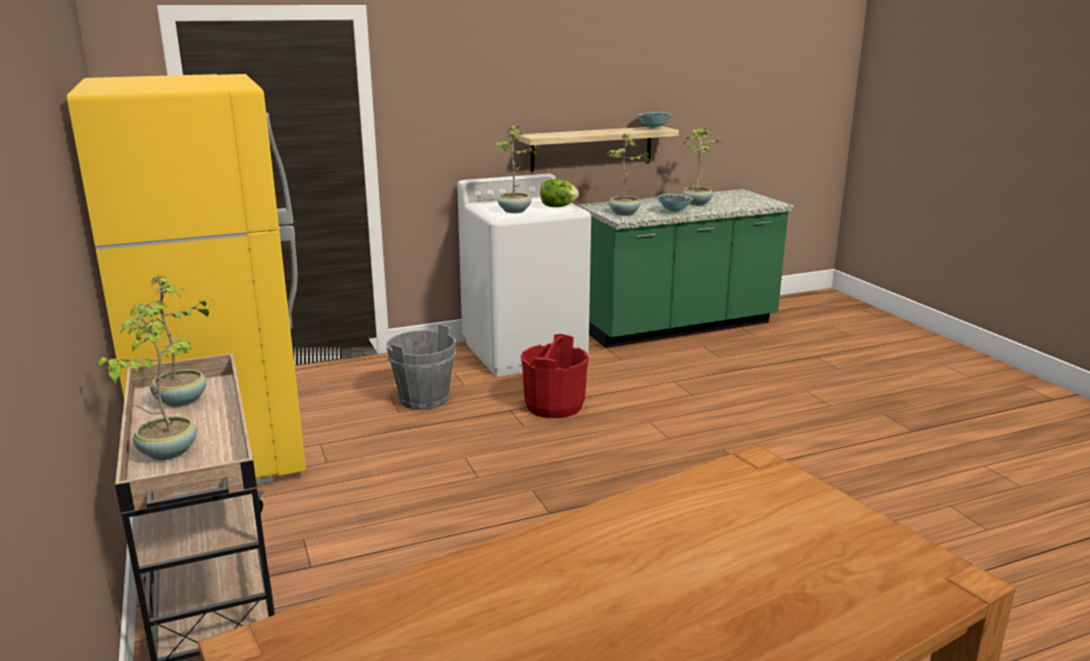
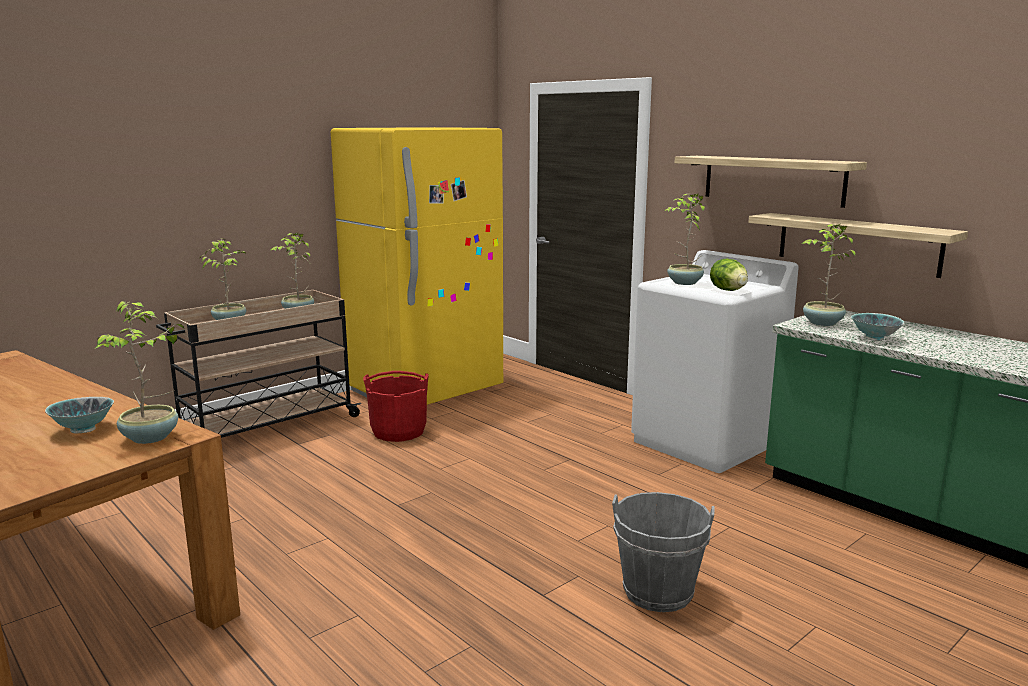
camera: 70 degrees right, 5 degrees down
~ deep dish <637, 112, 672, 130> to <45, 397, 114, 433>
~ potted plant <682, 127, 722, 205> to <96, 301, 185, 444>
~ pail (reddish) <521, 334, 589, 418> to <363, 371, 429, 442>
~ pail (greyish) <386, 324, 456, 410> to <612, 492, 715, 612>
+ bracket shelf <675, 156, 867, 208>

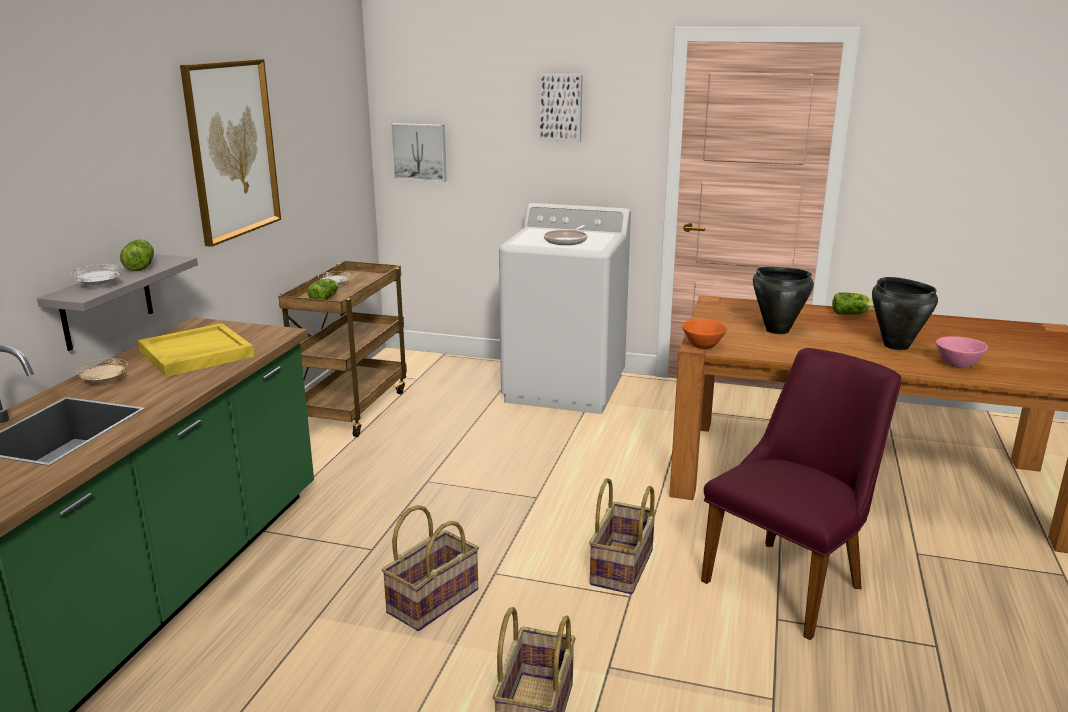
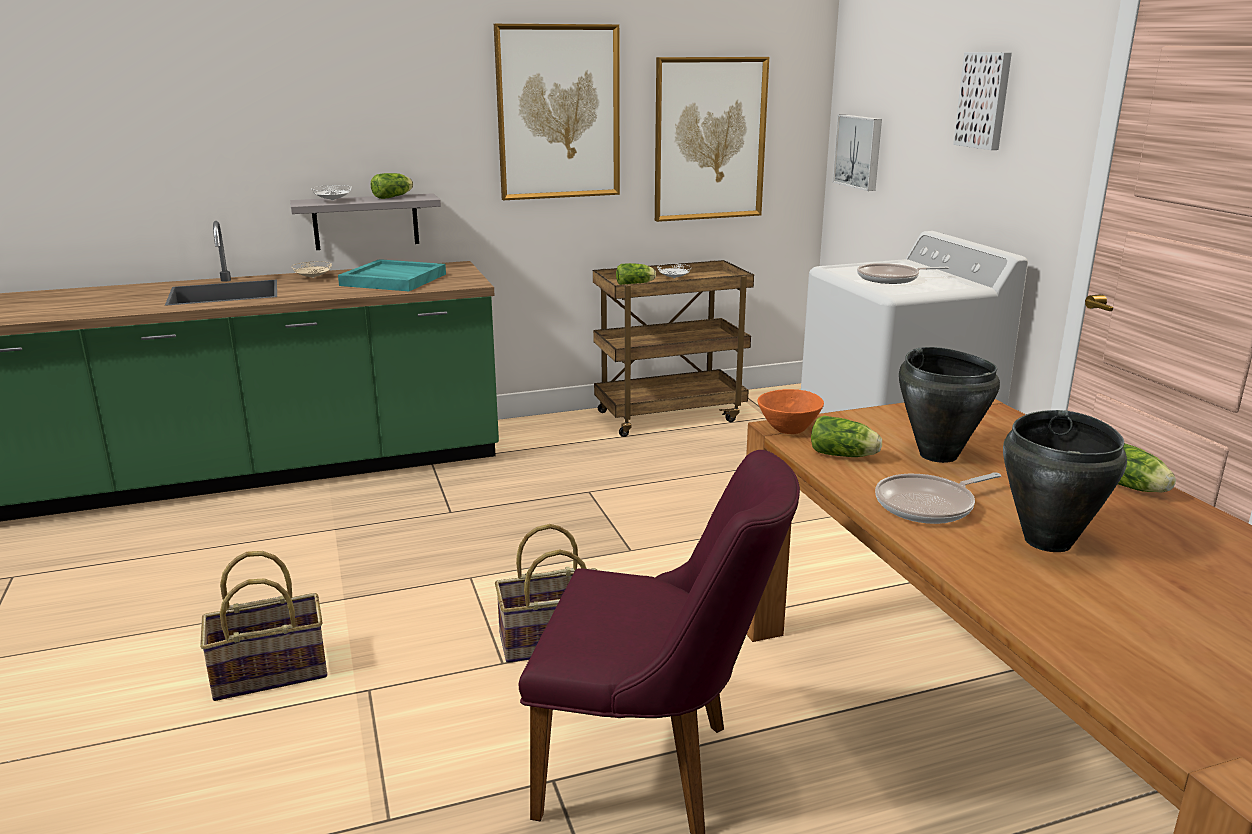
camera: 55 degrees right, 0 degrees up
~ serving tray (yellow-coloured) <138, 323, 254, 377> to serving tray (turquoise-coloured) <338, 259, 446, 291>
+ wall picture <655, 57, 769, 222>
+ lettuce head <811, 416, 882, 457>
+ skillet <875, 472, 1001, 524>
- storage basket <382, 505, 479, 631>
- deep dish (pink) <936, 336, 988, 368>

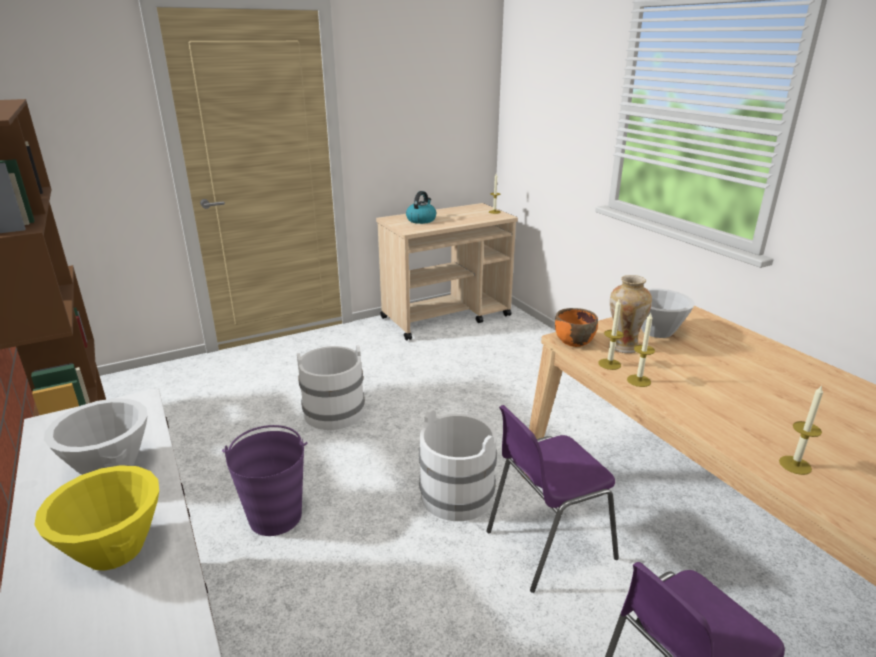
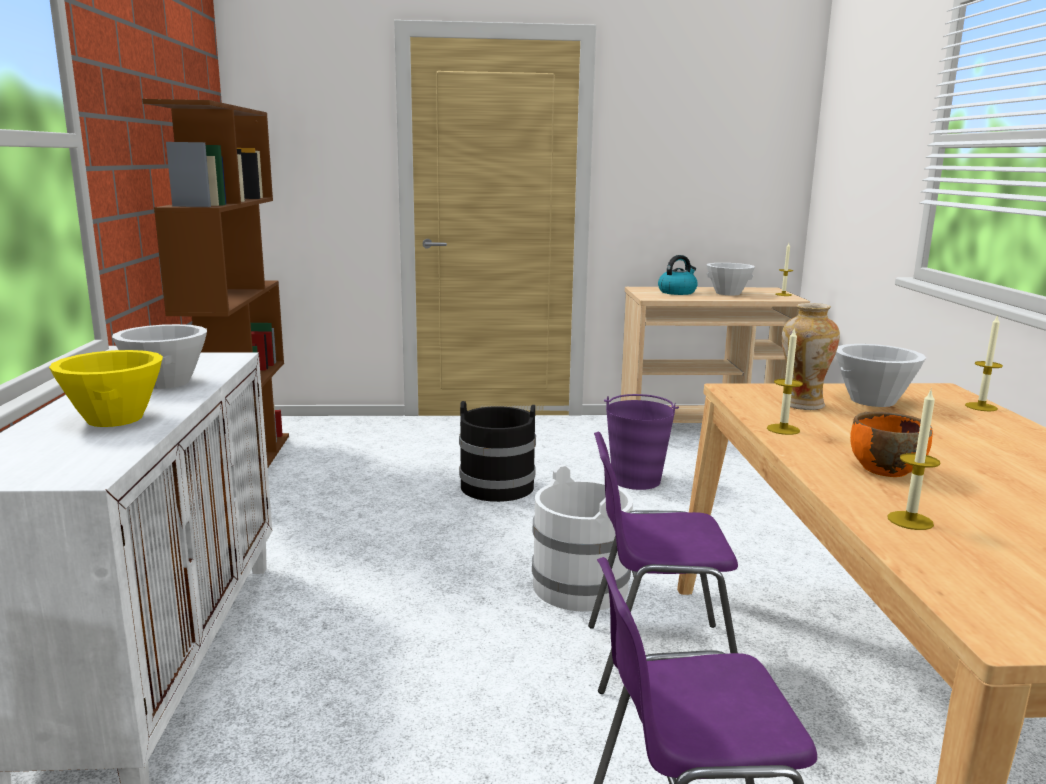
camera: 25 degrees right, 10 degrees down
~ pail (white) <297, 345, 365, 430> to pail (blackish) <459, 401, 536, 502>
~ pail (purplish) <222, 425, 307, 536> to <604, 394, 679, 490>
+ deep dish (white) <706, 263, 755, 295>
~ deep dish (orangey) <555, 308, 598, 347> to <850, 411, 933, 477>
~ candle <598, 299, 624, 370> to <965, 315, 1003, 411>

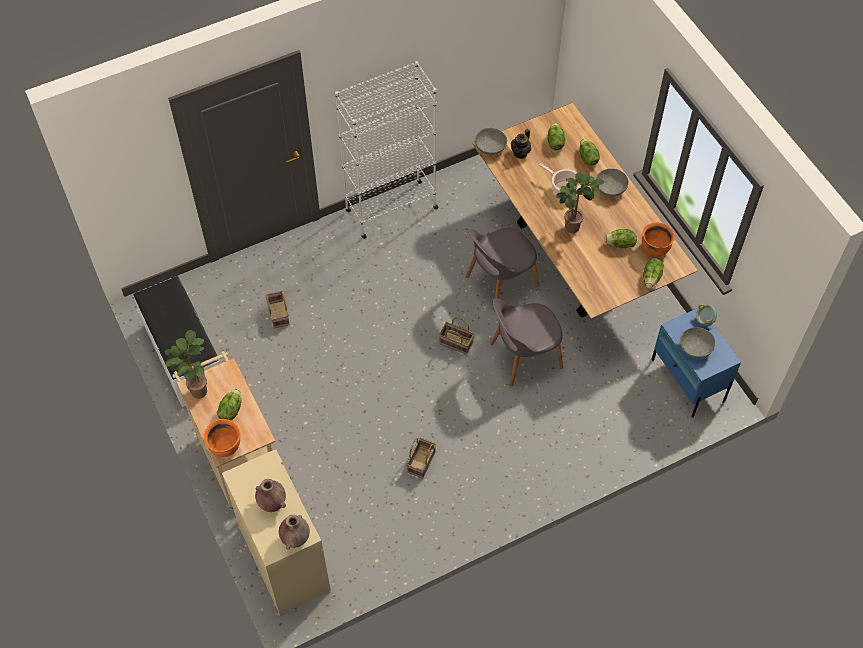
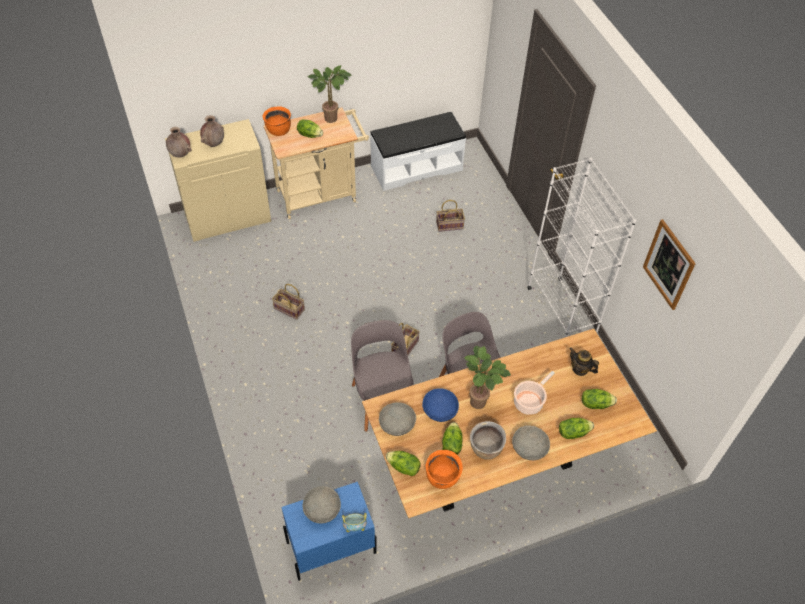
camera: 95 degrees right, 5 degrees down
~ deep dish (greyish) <475, 128, 507, 155> to <379, 402, 416, 436>
+ deep dish (bluish) <422, 388, 459, 422>
+ stockpot (brown-coloured) <470, 421, 506, 460>
+ wall picture <643, 219, 696, 310>

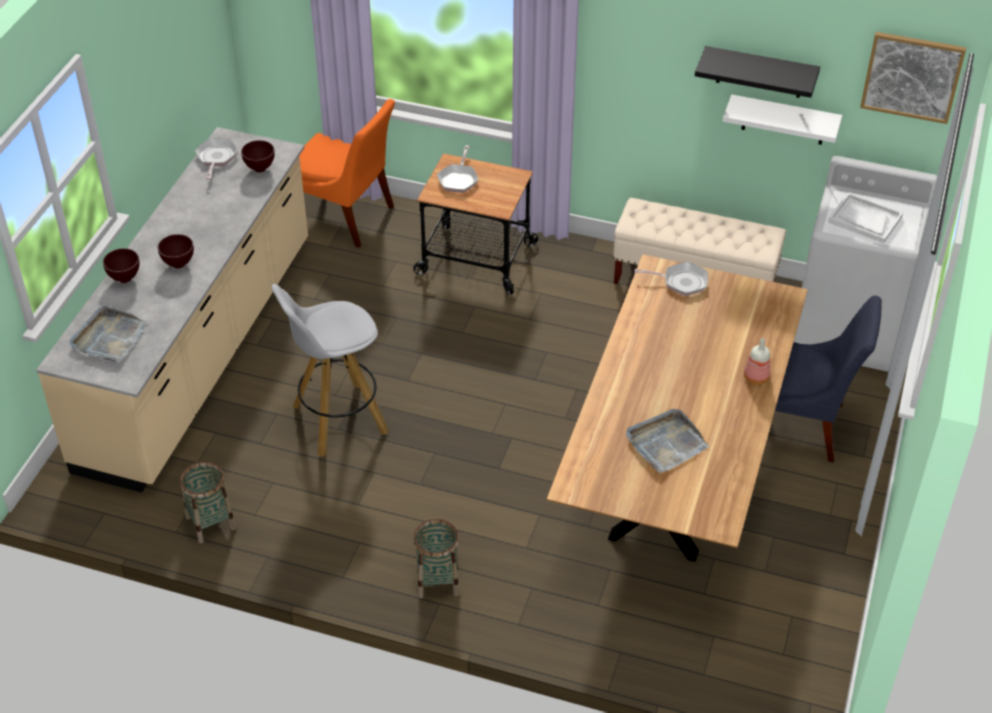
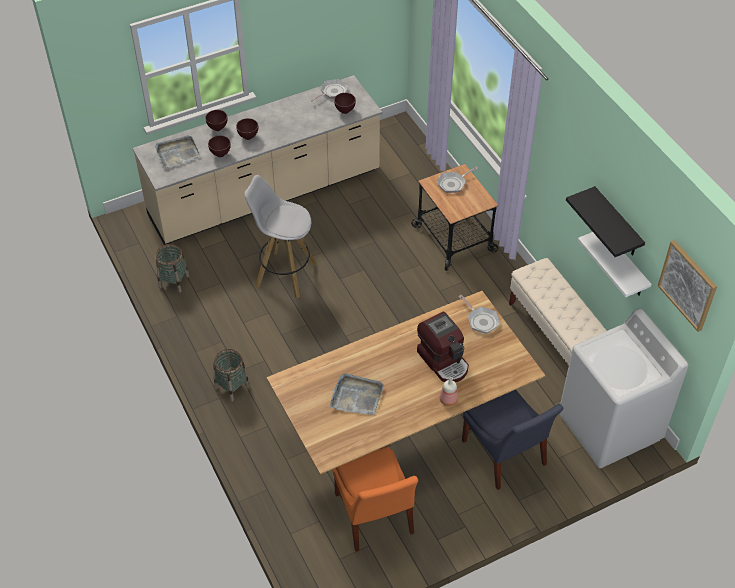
camera: 45 degrees right, 5 degrees up
+ deep dish (brown-coloured) <208, 135, 231, 157>
~ chair (orangey) <299, 99, 395, 248> to <332, 446, 418, 552>
+ coffee brewer <417, 311, 469, 383>
- serving tray (white) <828, 193, 903, 243>

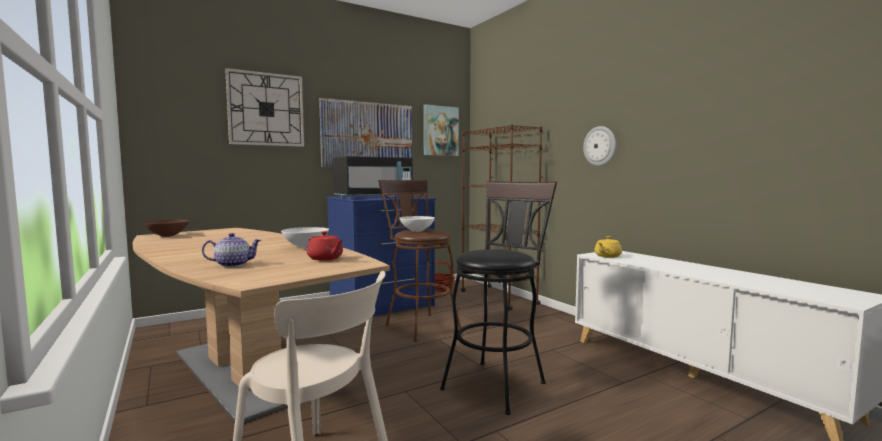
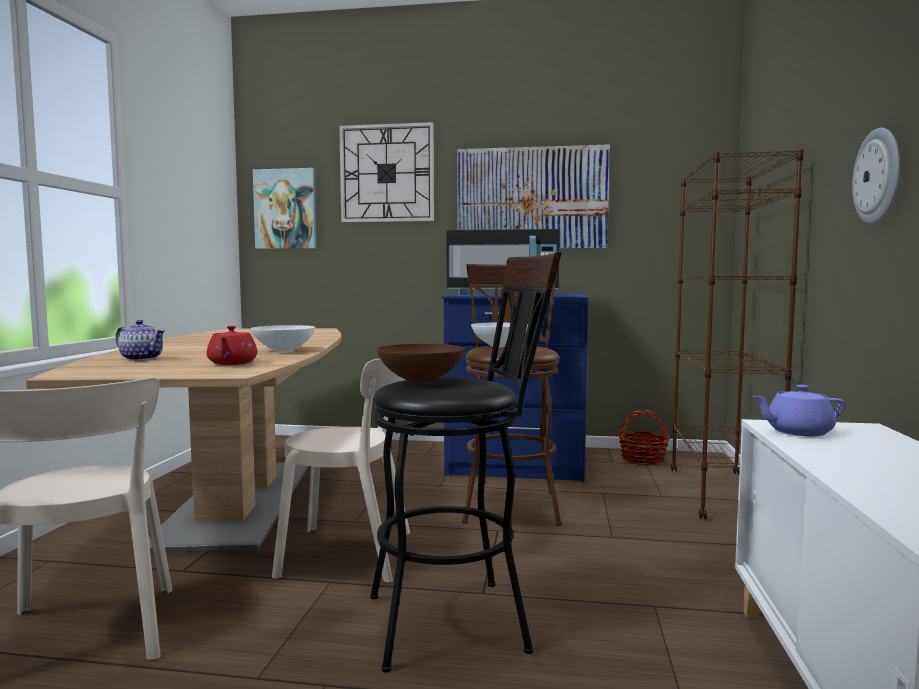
camera: 40 degrees right, 0 degrees up
~ wall picture <423, 104, 459, 156> to <253, 168, 317, 249>
+ chair (sand-coloured) <272, 359, 410, 583>
~ deep dish (brown-coloured) <144, 220, 189, 237> to <376, 344, 465, 384>
~ pot for tea (yellow-coloured) <594, 236, 622, 258> to pot for tea (purplish) <753, 385, 845, 436>

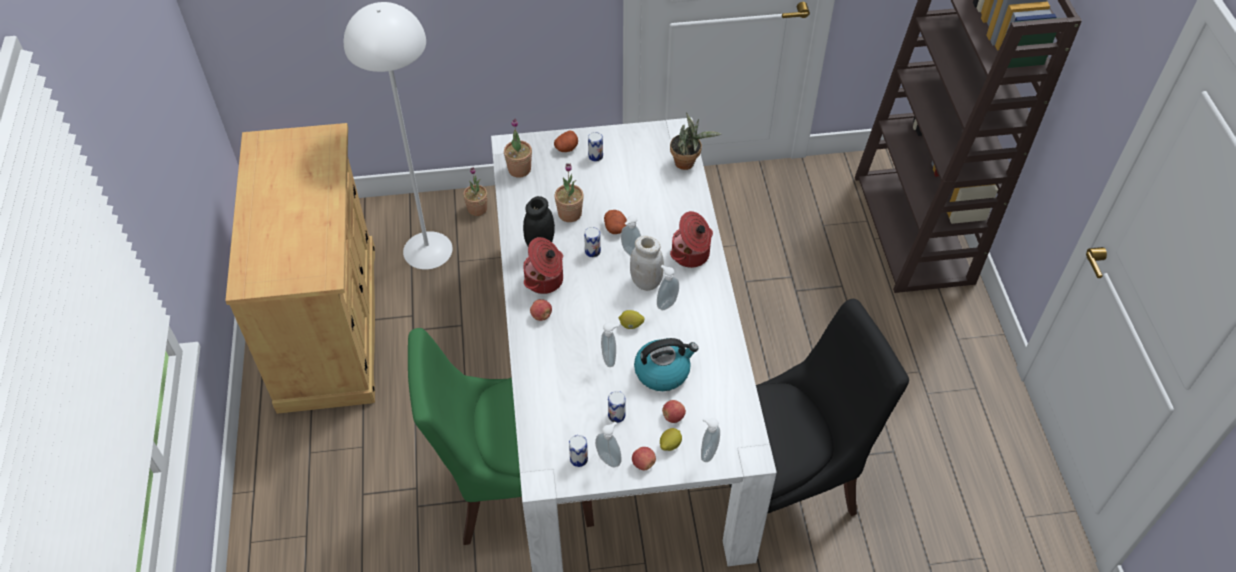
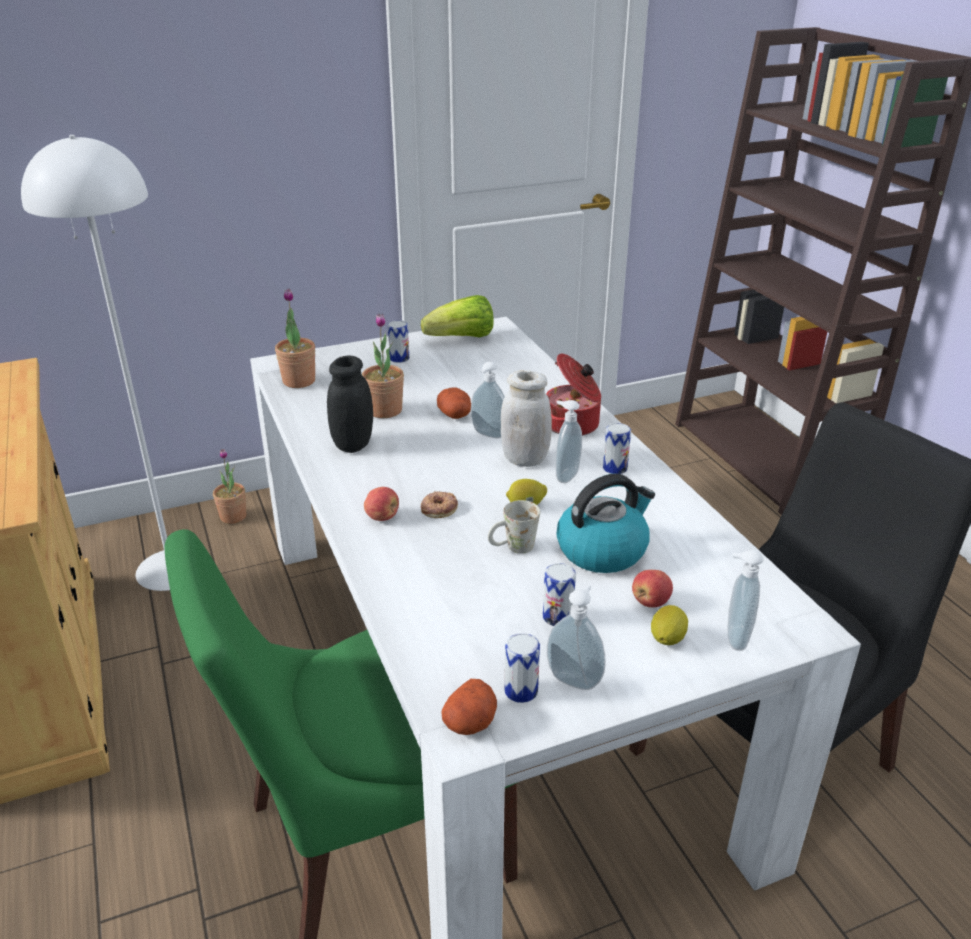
camera: 15 degrees left, 20 degrees down
+ lettuce head <421, 295, 494, 338>
+ ring doughnut <421, 491, 458, 518>
~ whole potato <554, 130, 578, 152> to <441, 679, 497, 735>
~ soap bottle <601, 323, 619, 367> to mug (white) <488, 500, 540, 554>
~ can <584, 227, 601, 257> to <603, 423, 631, 474>
- stockpot <523, 237, 563, 294>
- whole apple <632, 447, 656, 470>
- potted plant <670, 112, 721, 170>

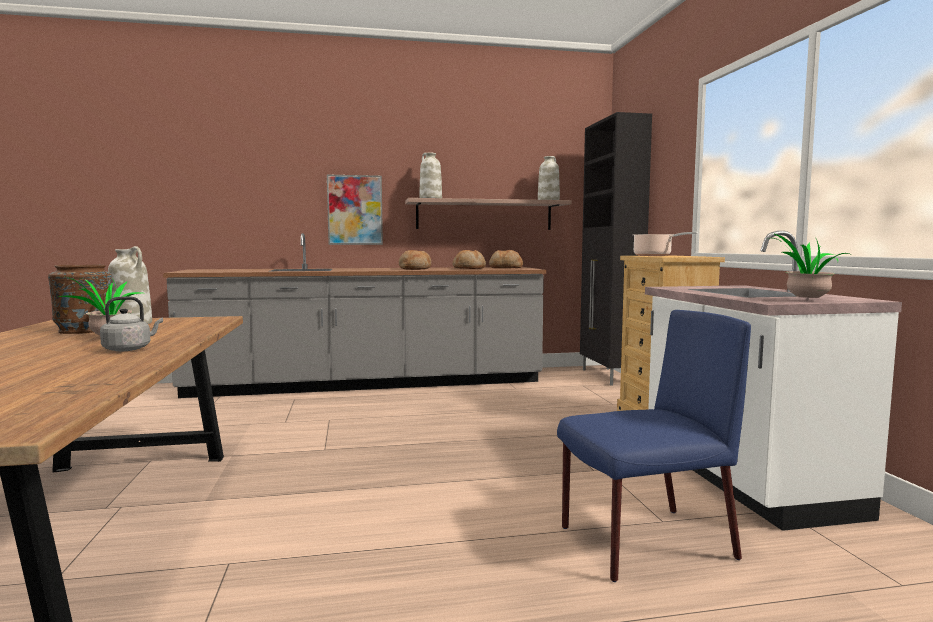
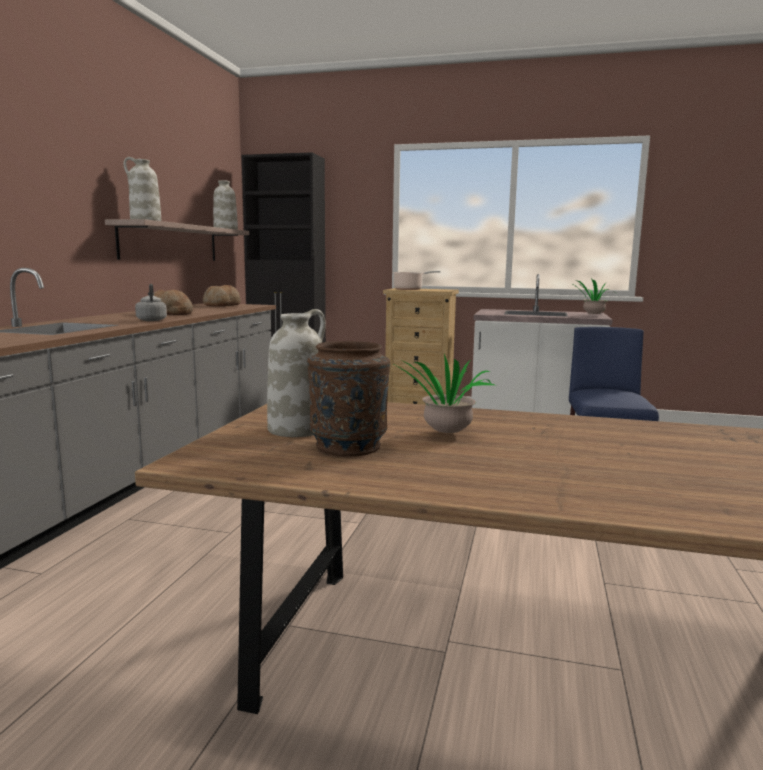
camera: 65 degrees left, 5 degrees up
~ water kettle (greyish) <100, 296, 163, 351> to <135, 284, 167, 321>
- wall picture <327, 174, 383, 245>
- baked bread <453, 250, 486, 269>

